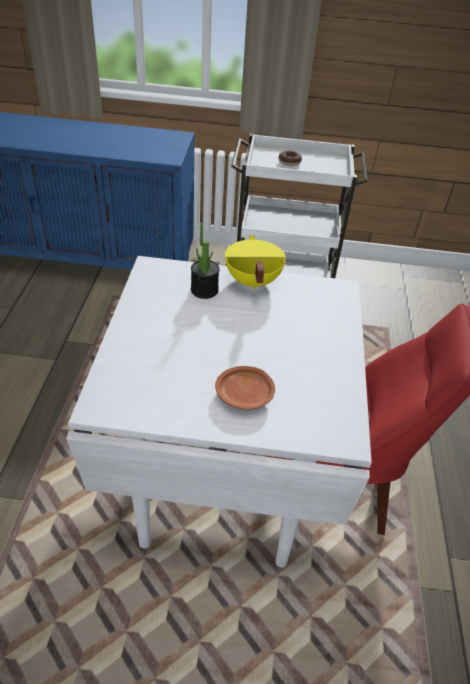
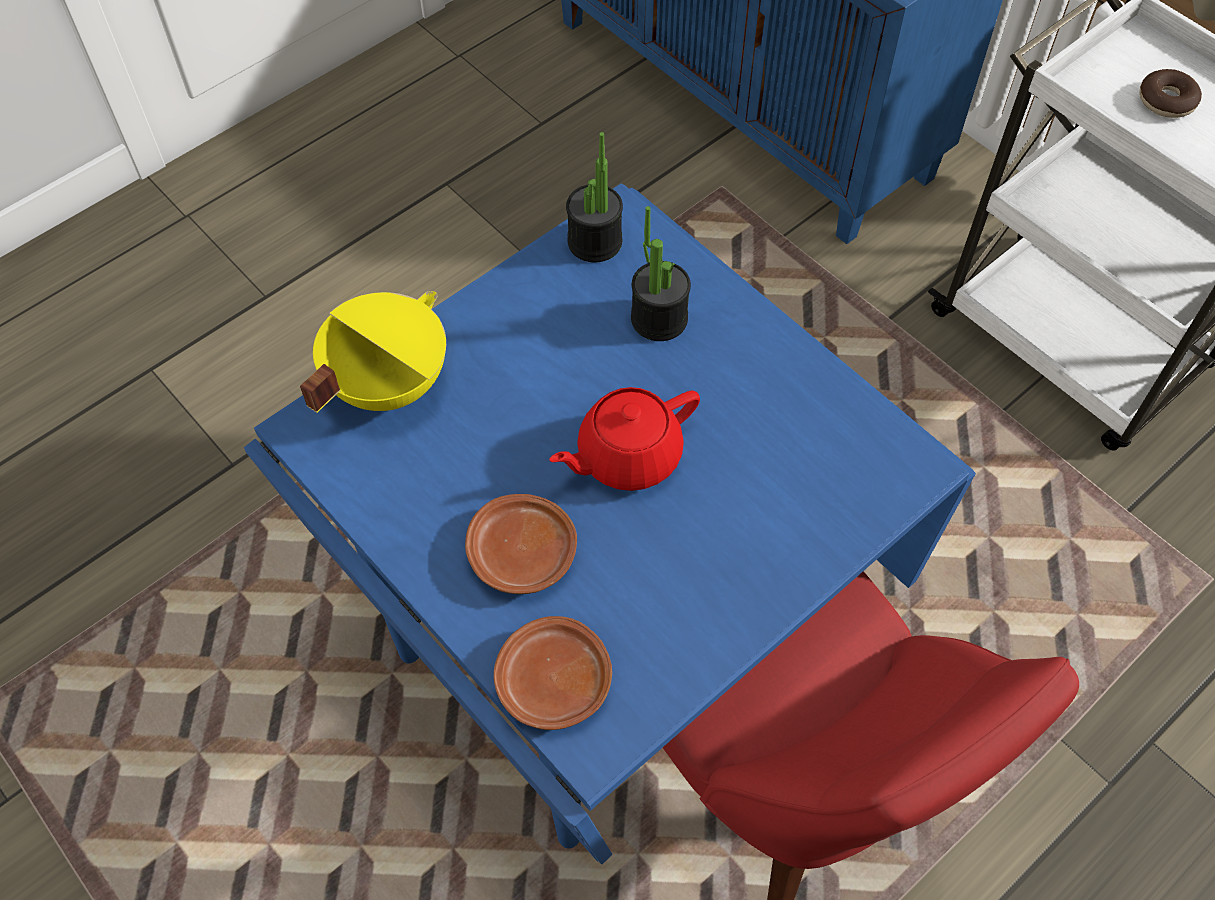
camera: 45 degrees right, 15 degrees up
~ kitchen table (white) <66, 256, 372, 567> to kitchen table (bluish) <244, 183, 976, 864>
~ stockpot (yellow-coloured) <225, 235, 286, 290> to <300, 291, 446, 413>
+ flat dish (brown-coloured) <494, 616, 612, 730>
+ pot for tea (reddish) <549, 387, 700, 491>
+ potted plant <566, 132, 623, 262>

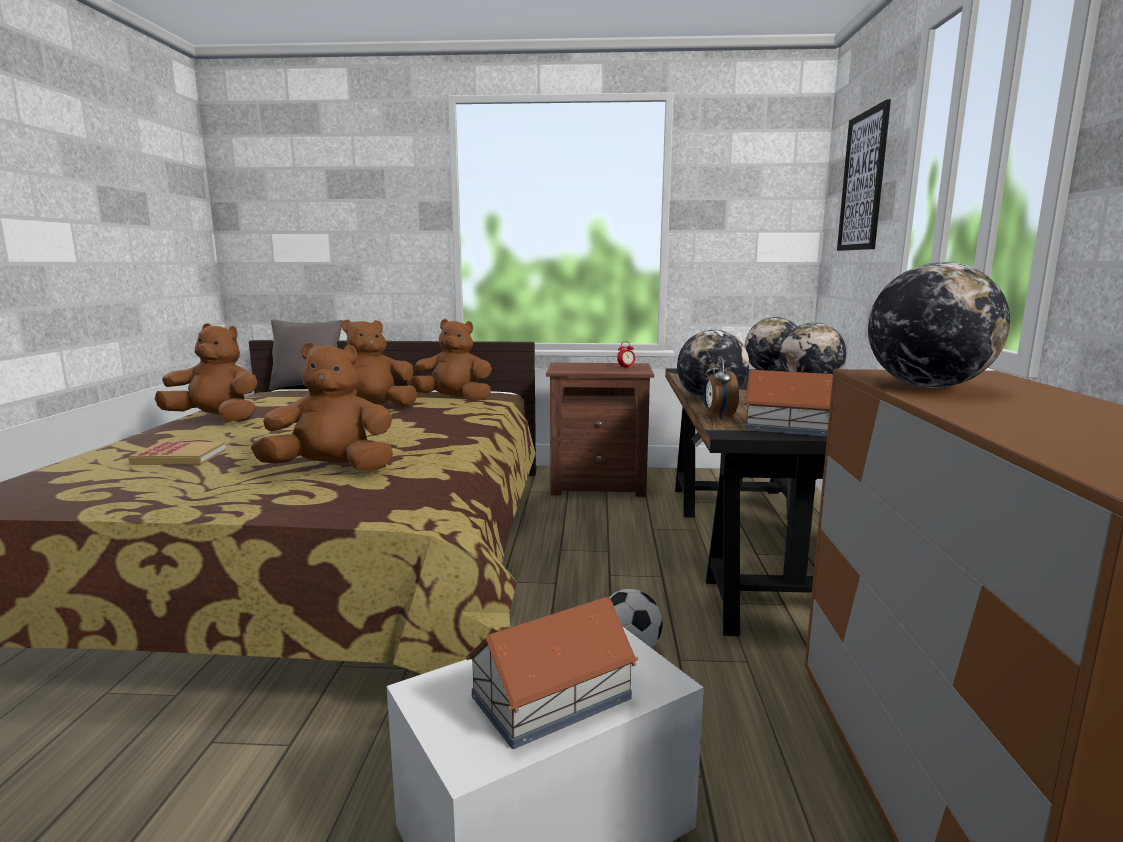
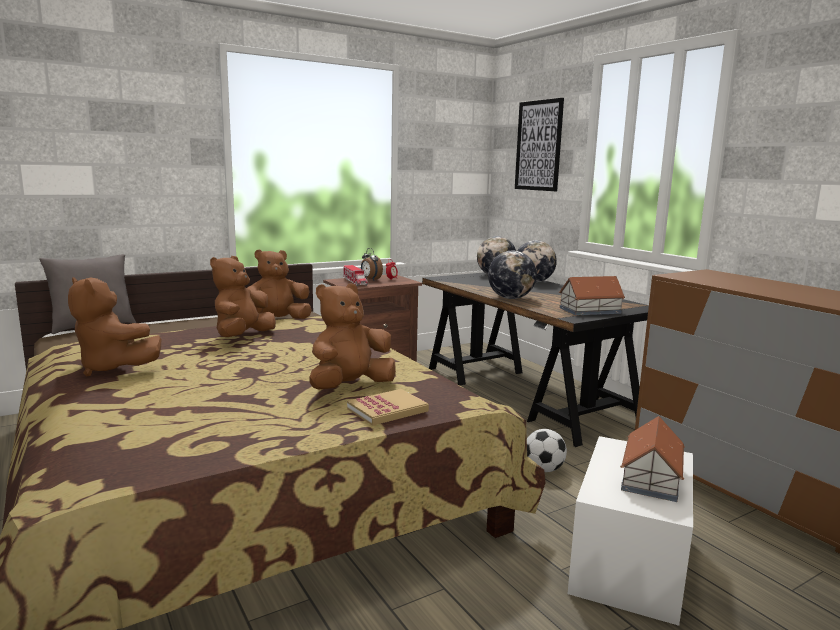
camera: 35 degrees left, 0 degrees up
~ cuddly toy (brown-coloured) <155, 323, 257, 422> = <68, 277, 161, 377> 120 degrees counterclockwise
+ model truck <343, 265, 368, 286>
~ book <128, 442, 226, 465> to <347, 389, 429, 426>
~ table clock <703, 356, 739, 419> to <361, 248, 383, 281>
- world globe <868, 262, 1010, 388>

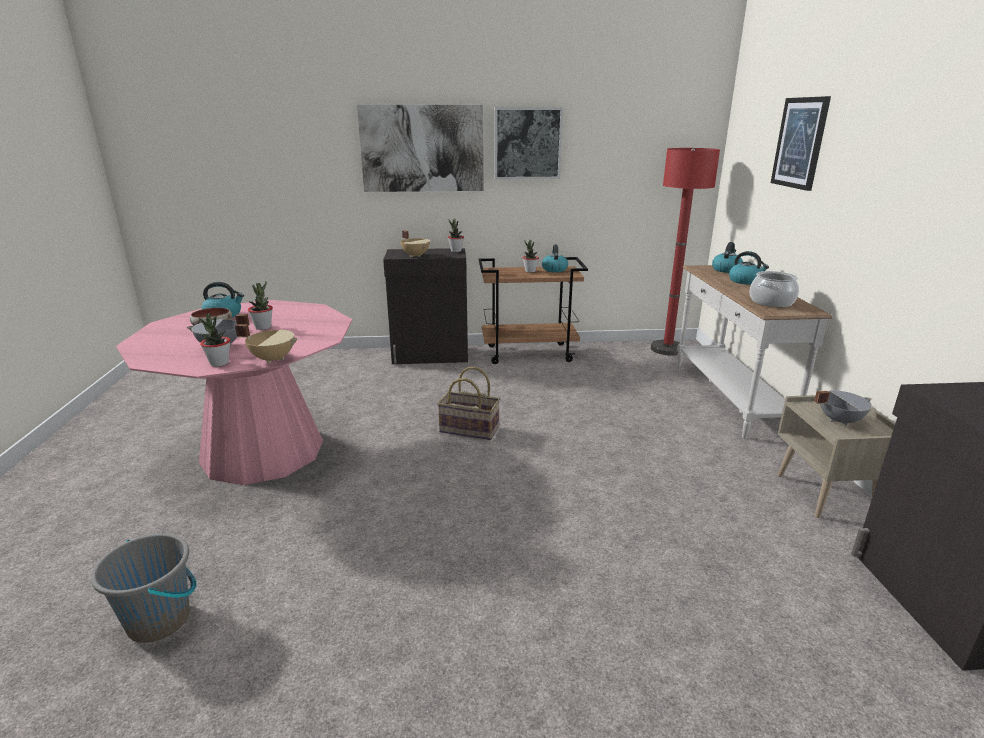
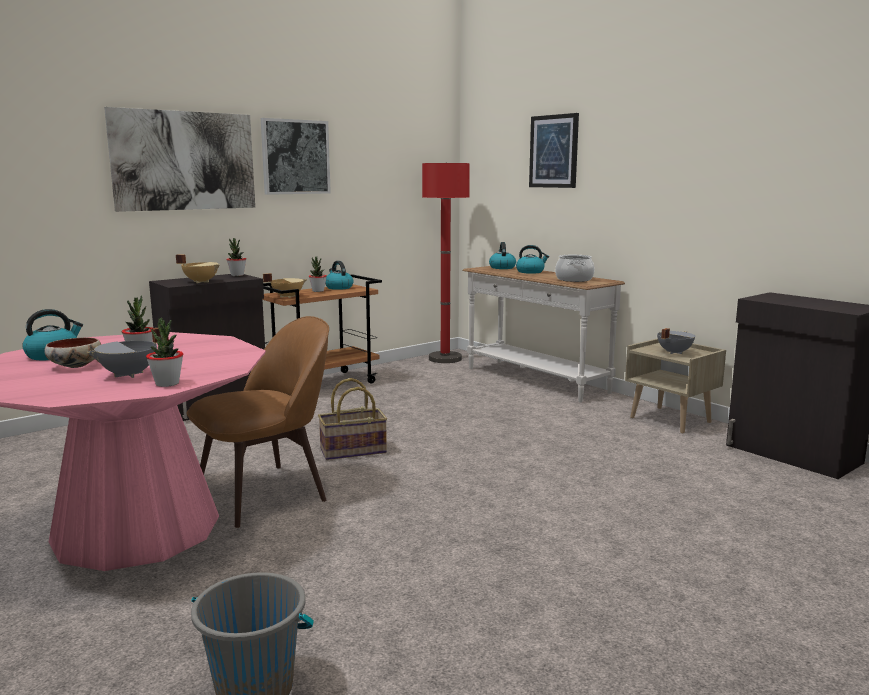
camera: 35 degrees left, 10 degrees down
+ chair (brown-coloured) <186, 316, 329, 528>
~ stockpot (sand-coloured) <235, 324, 298, 364> to <263, 273, 307, 298>

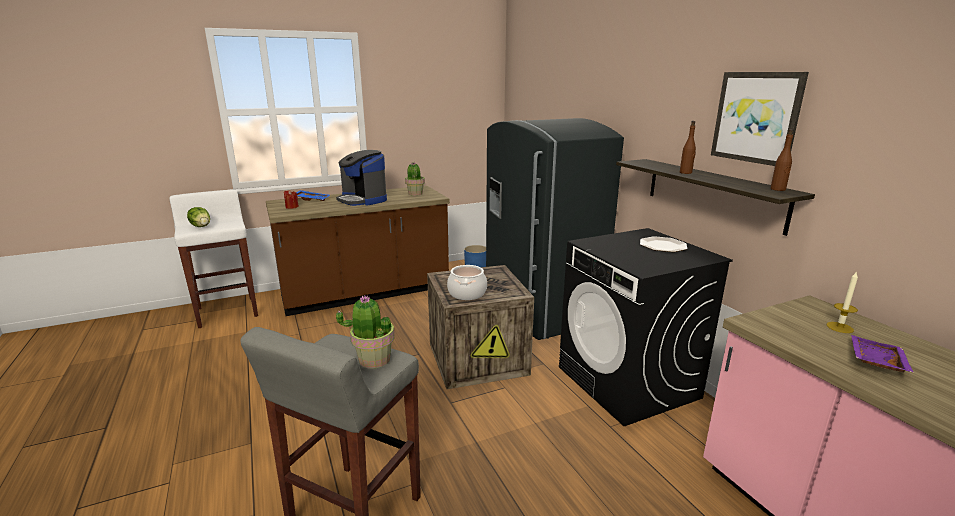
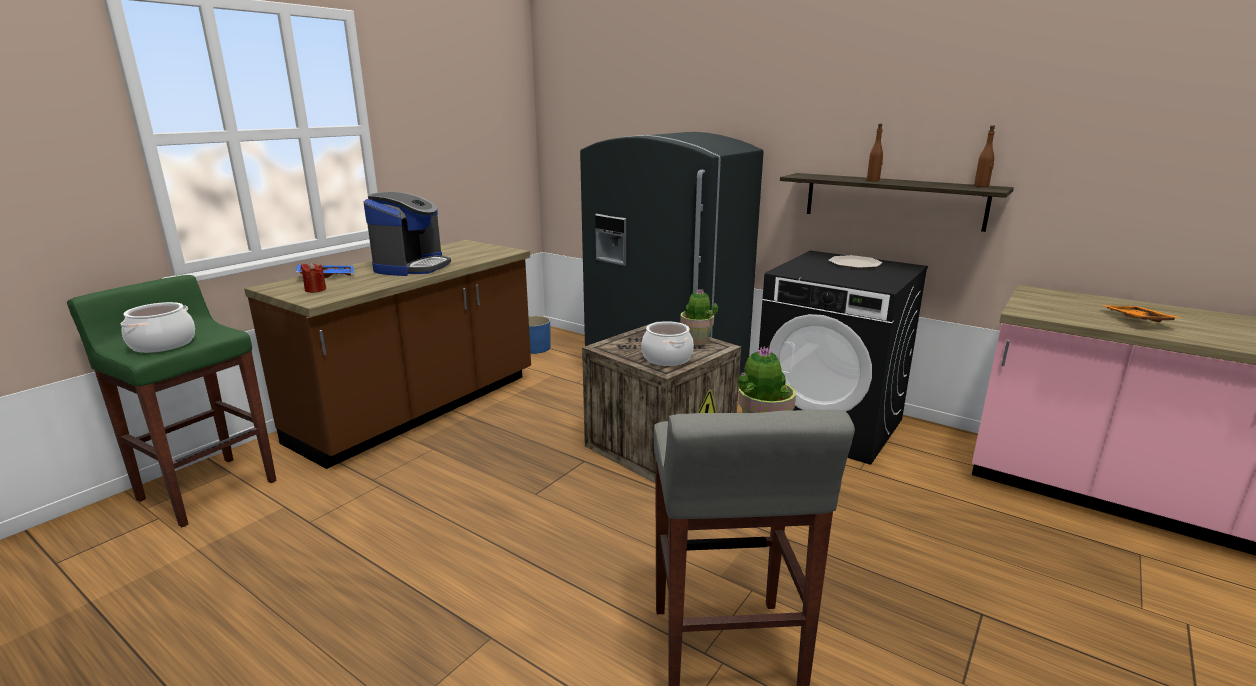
camera: 30 degrees left, 0 degrees up
~ stool (white) <169, 190, 258, 328> to stool (green-coloured) <67, 275, 277, 527>
~ lettuce head <187, 207, 210, 227> to stockpot <120, 302, 195, 353>
~ coffee brewer <336, 150, 387, 206> = <364, 192, 451, 276> 90 degrees counterclockwise
~ potted plant <405, 162, 425, 196> to <680, 289, 718, 346>
~ serving tray (purplish) <851, 335, 914, 373> to serving tray (orangey) <1103, 305, 1182, 322>
- wall picture <711, 72, 809, 166>
- candle <826, 271, 858, 333>

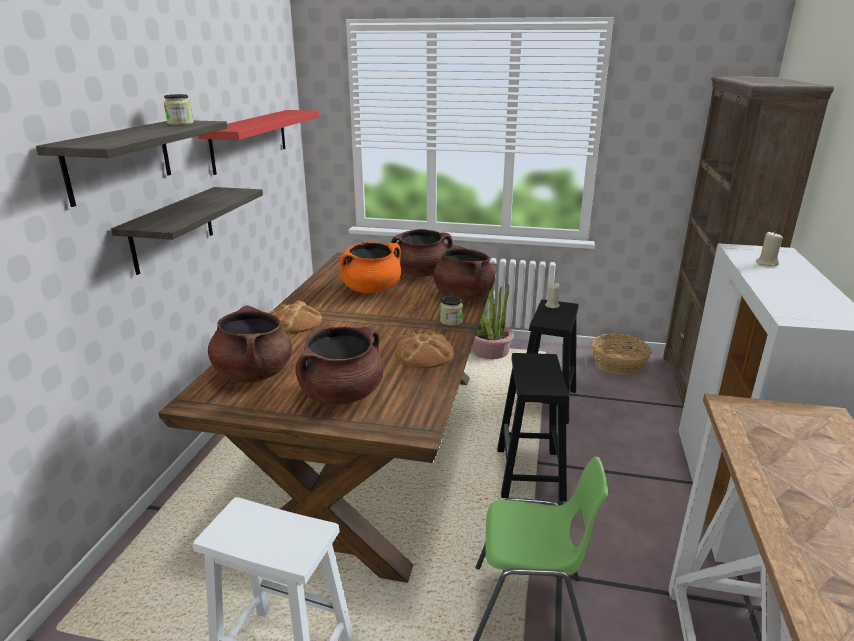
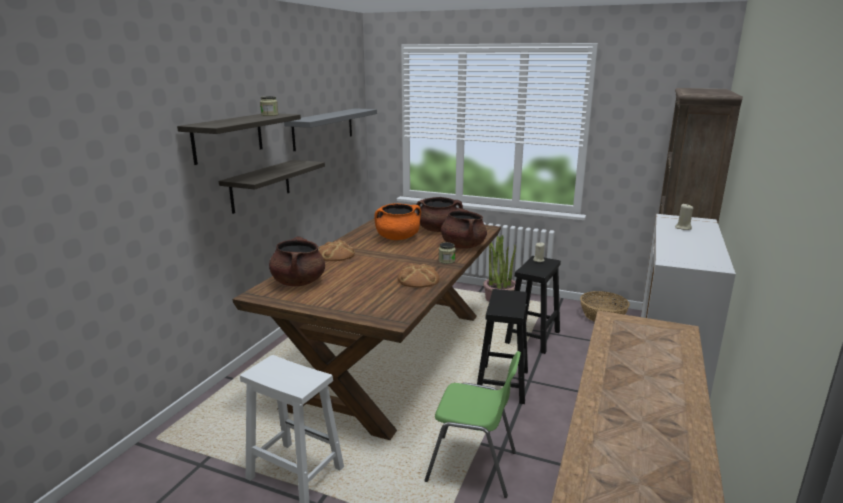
camera: 10 degrees right, 5 degrees down
~ bracket shelf (reddish) <198, 110, 319, 175> to bracket shelf (greyish) <284, 108, 377, 151>
- stockpot (brown-coloured) <295, 327, 384, 405>

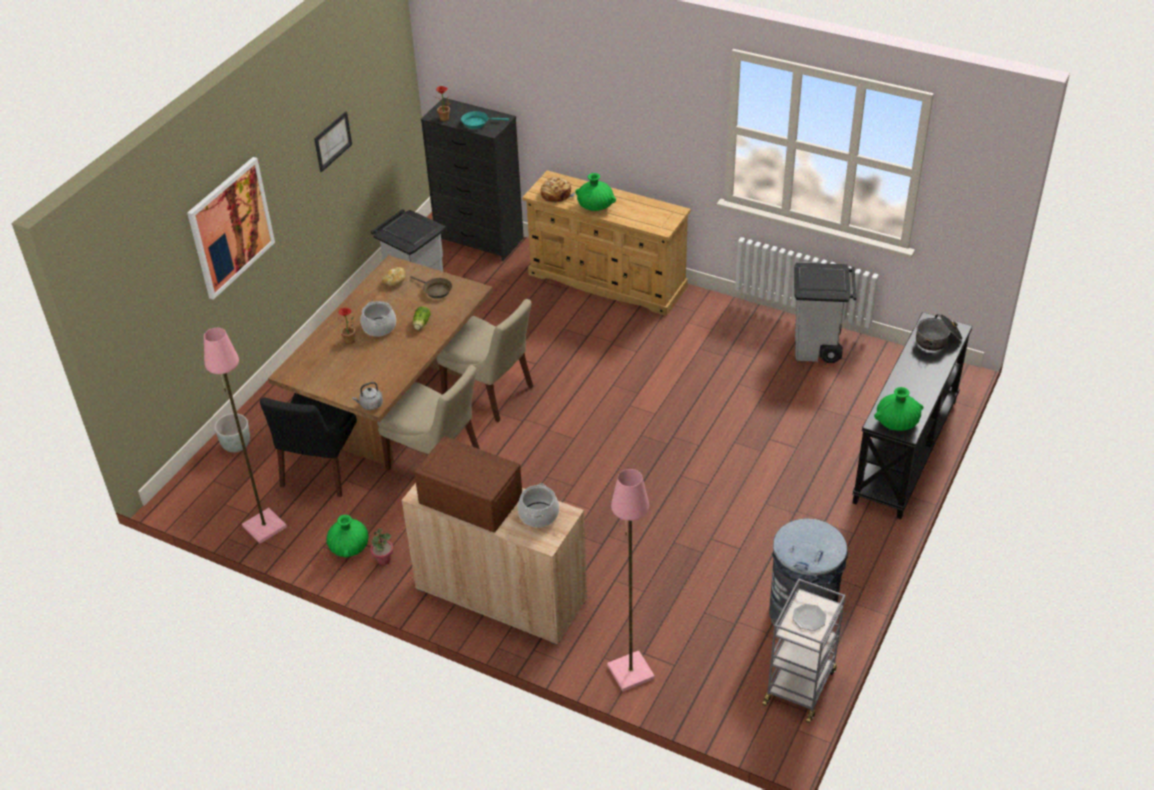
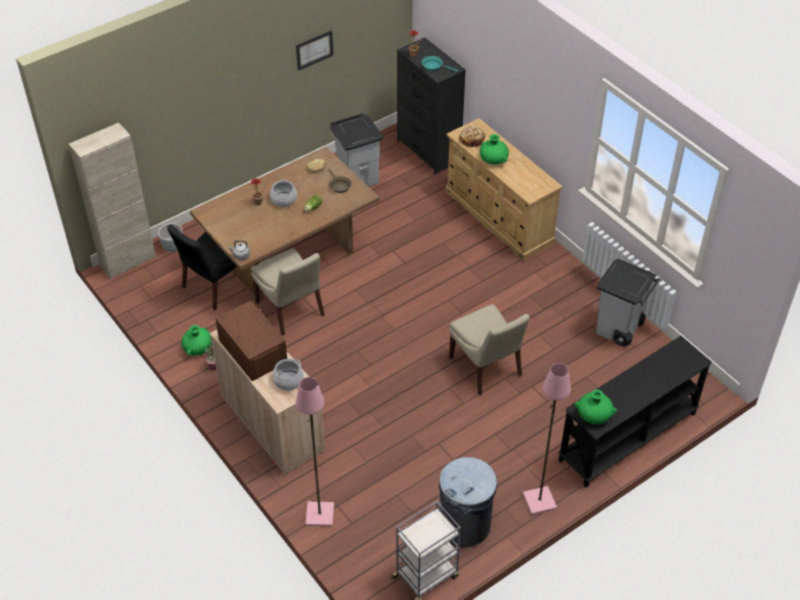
camera: 25 degrees right, 5 degrees up
+ storage cabinet (sand-coloured) <69, 123, 156, 279>
~ chair (sand-coloured) <437, 299, 533, 422> to <449, 304, 530, 396>
~ standard lamp (pink) <204, 328, 287, 544> to <523, 363, 571, 515>
- wall picture <187, 157, 275, 300>
- flat dish <792, 604, 826, 631>
- stockpot <916, 314, 962, 351>

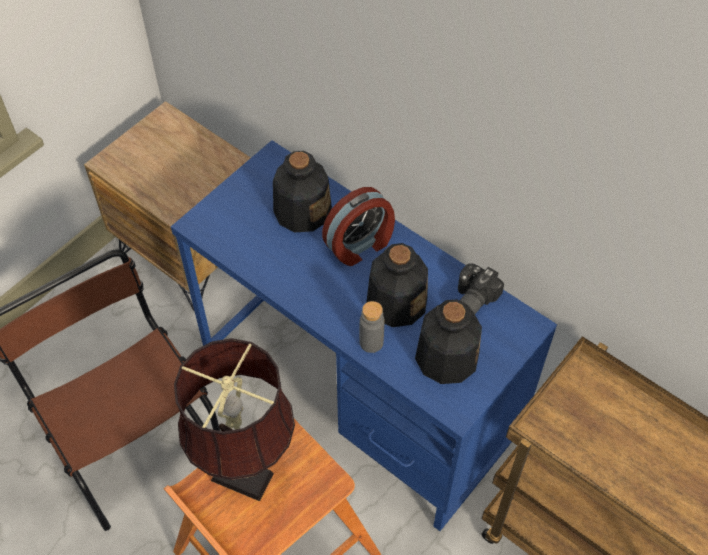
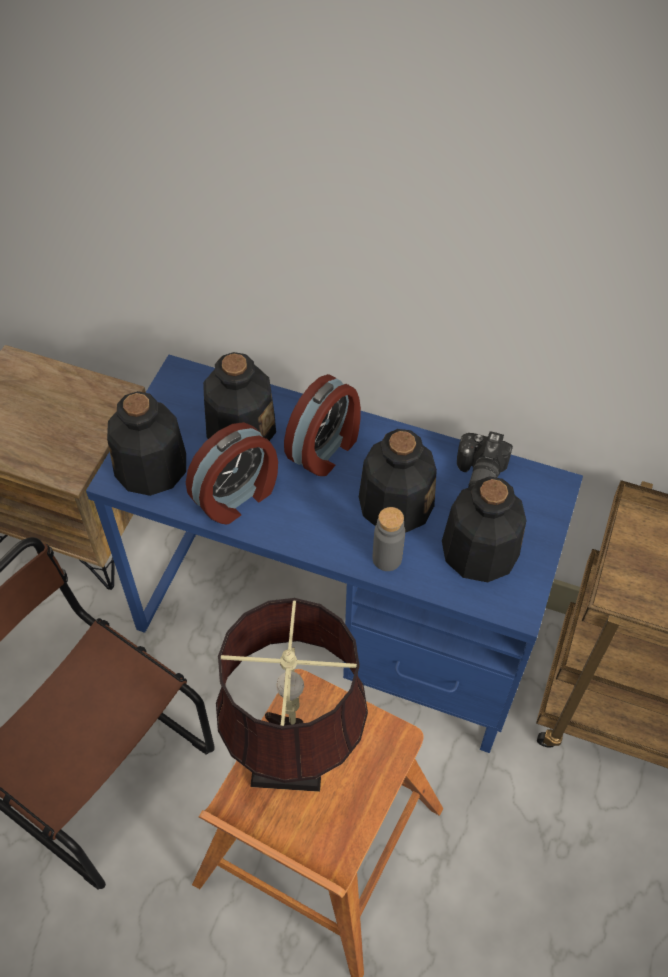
camera: 20 degrees left, 0 degrees up
+ bottle <107, 391, 186, 496>
+ table clock <186, 422, 278, 524>

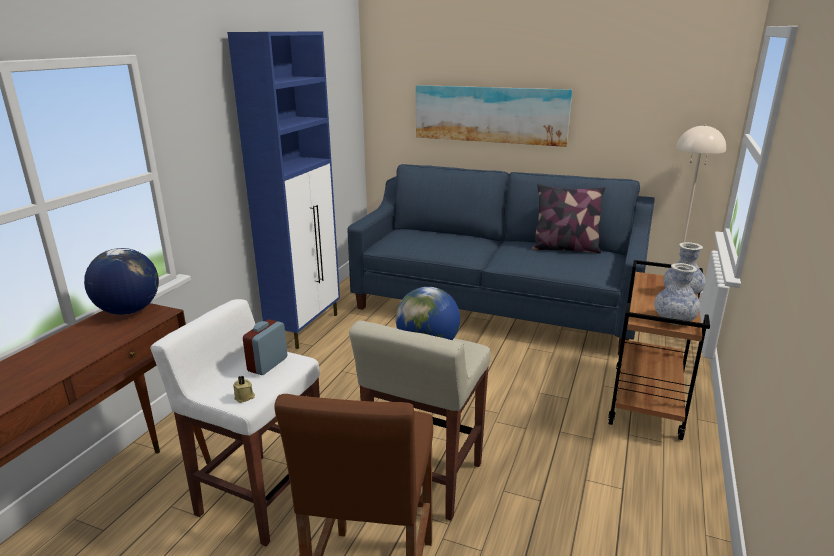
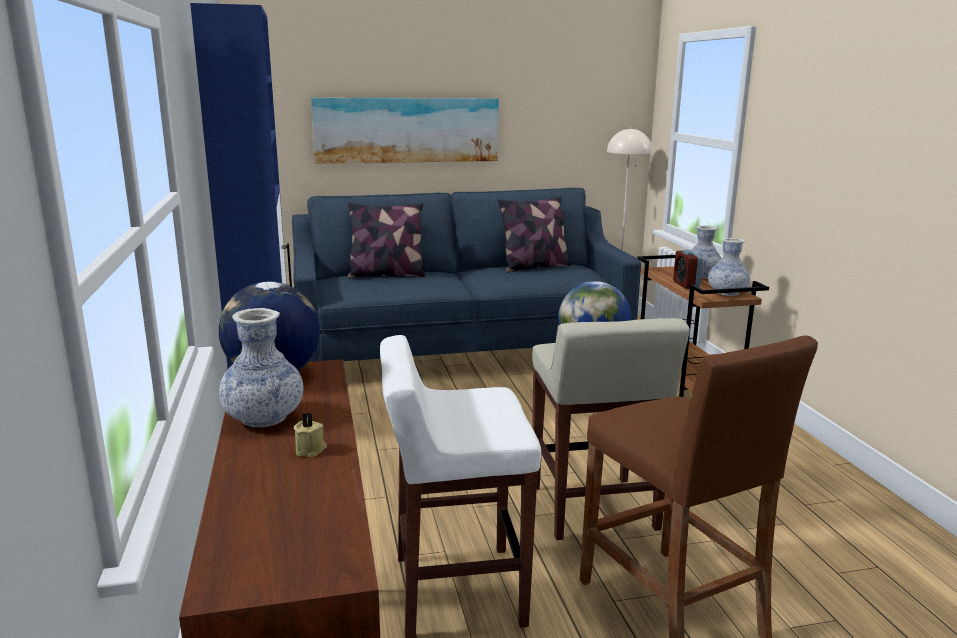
camera: 35 degrees left, 5 degrees down
+ vase <219, 308, 303, 427>
~ candle (sand-coloured) <233, 375, 255, 403> to <294, 413, 327, 457>
+ cushion <348, 202, 425, 278>
~ table clock <243, 320, 287, 375> to <673, 250, 703, 289>

